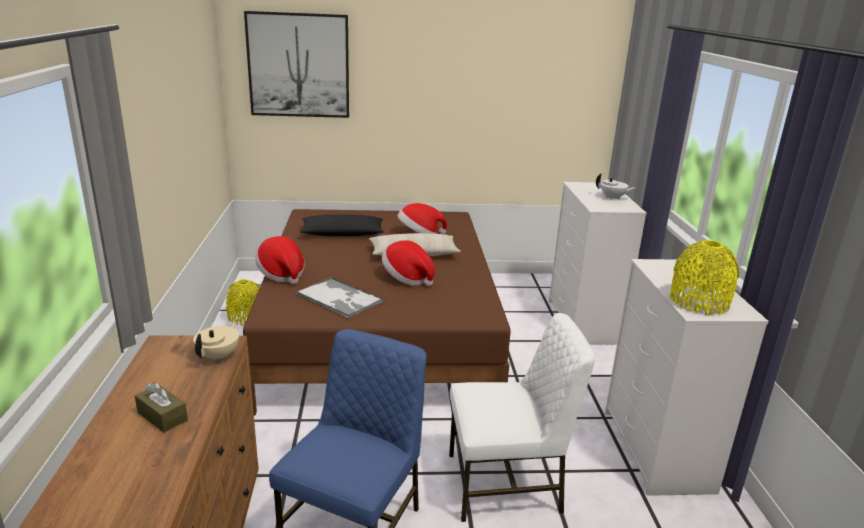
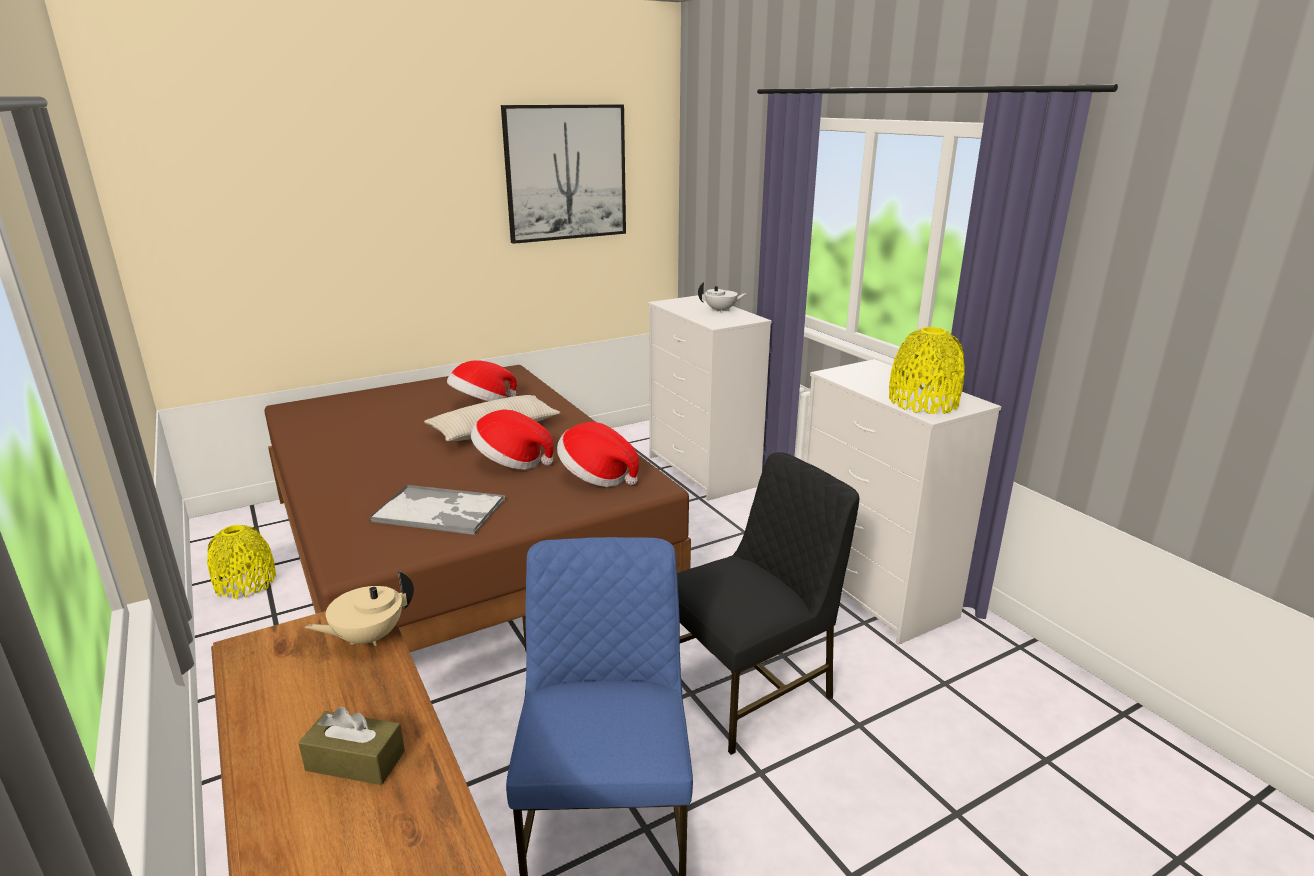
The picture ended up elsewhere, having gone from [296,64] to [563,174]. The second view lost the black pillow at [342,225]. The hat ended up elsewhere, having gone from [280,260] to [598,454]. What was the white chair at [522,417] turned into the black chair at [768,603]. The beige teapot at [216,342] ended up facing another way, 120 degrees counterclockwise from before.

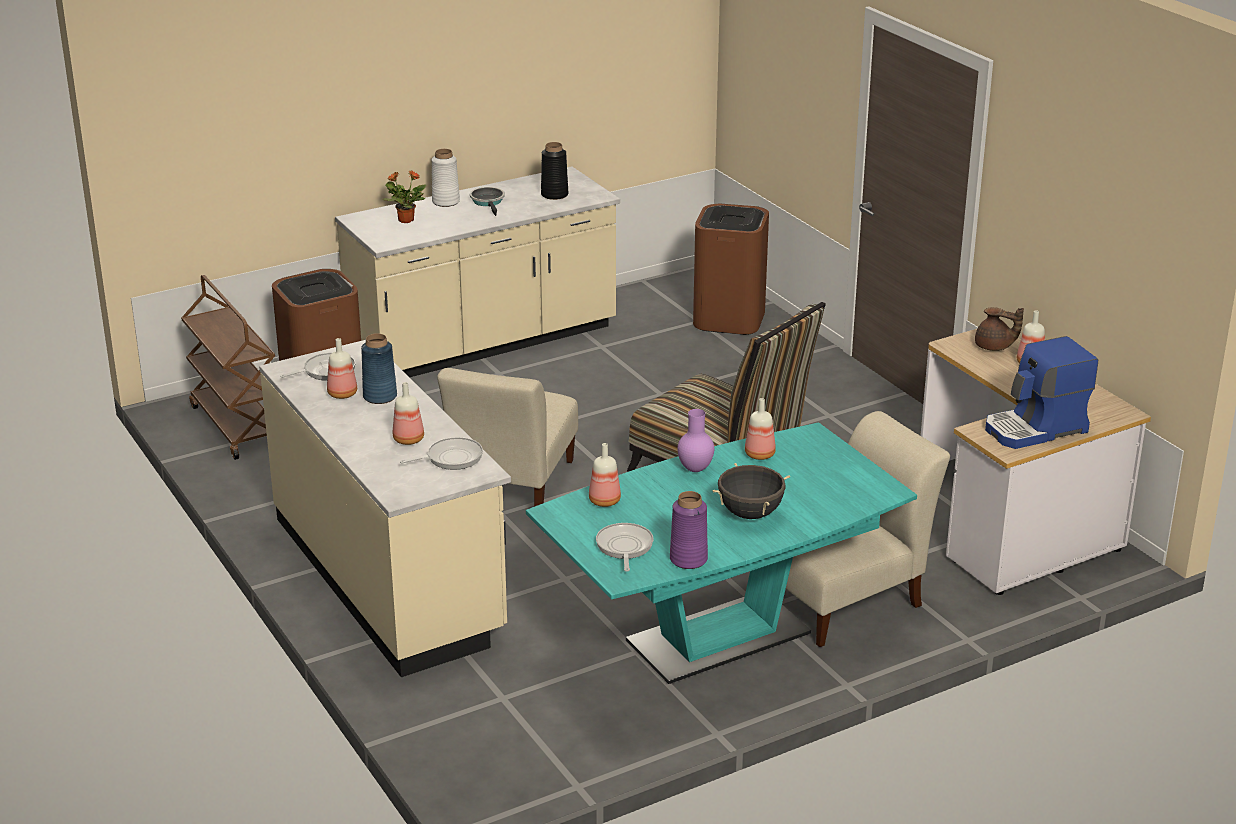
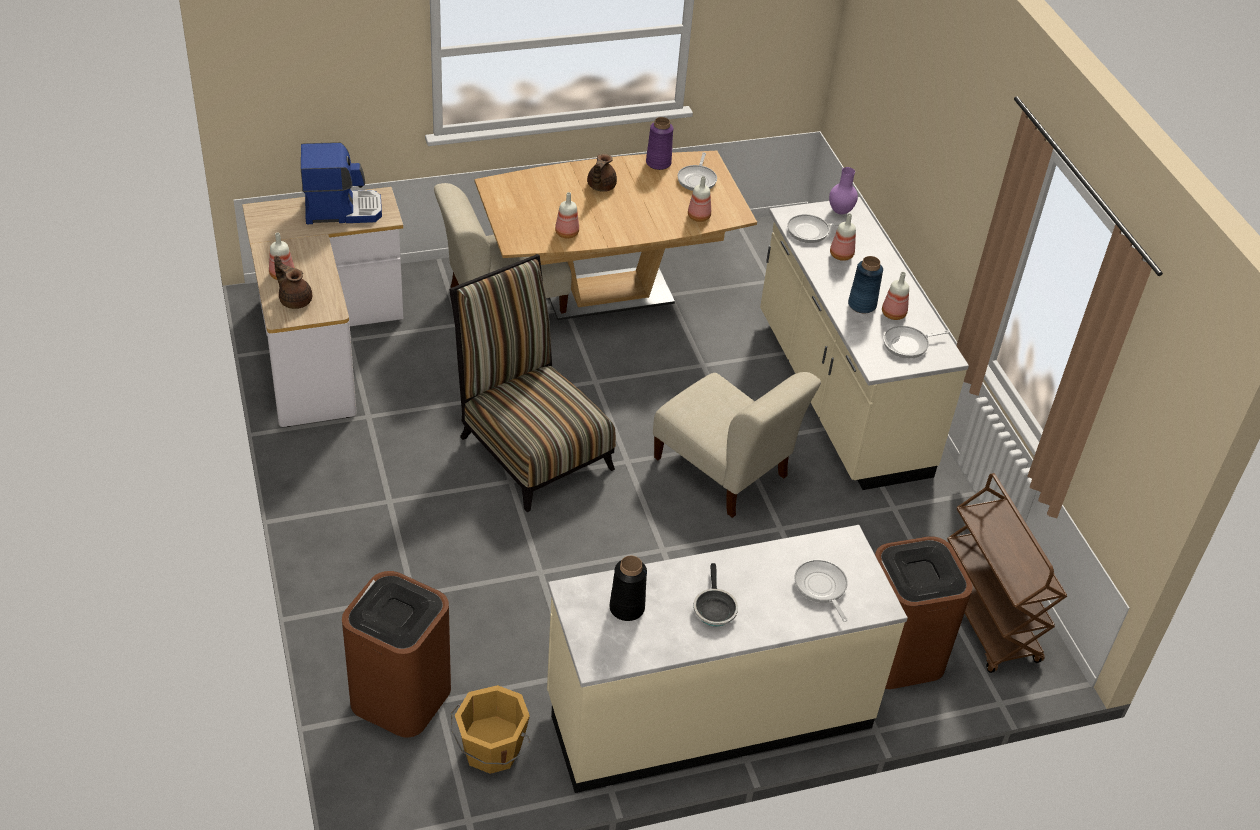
The second view lost the white vase at [446,178]. Where the potted plant stood at [404,197], the frying pan came to stand at [821,590]. The beige chair at [507,437] ended up facing another way, 105 degrees clockwise from before. The purple vase ended up elsewhere, having gone from [696,440] to [843,190]. What was the turquoise dining table at [721,553] turned into the brown dining table at [616,235]. Where the black cooking pot stood at [751,491], the brown teapot came to stand at [602,173]. The second view gained the orange bucket at [490,729].

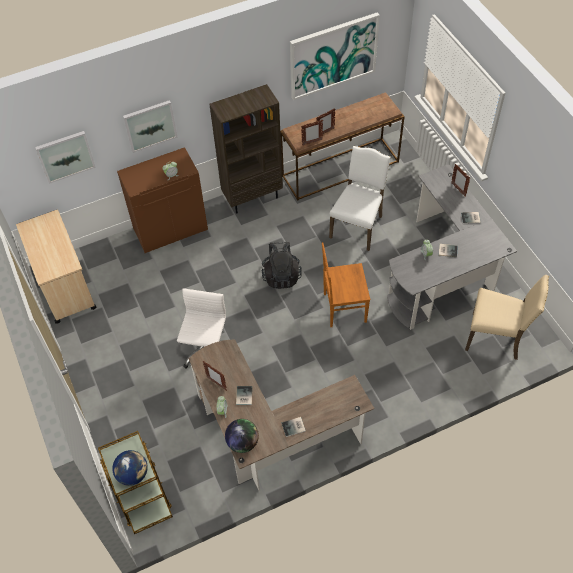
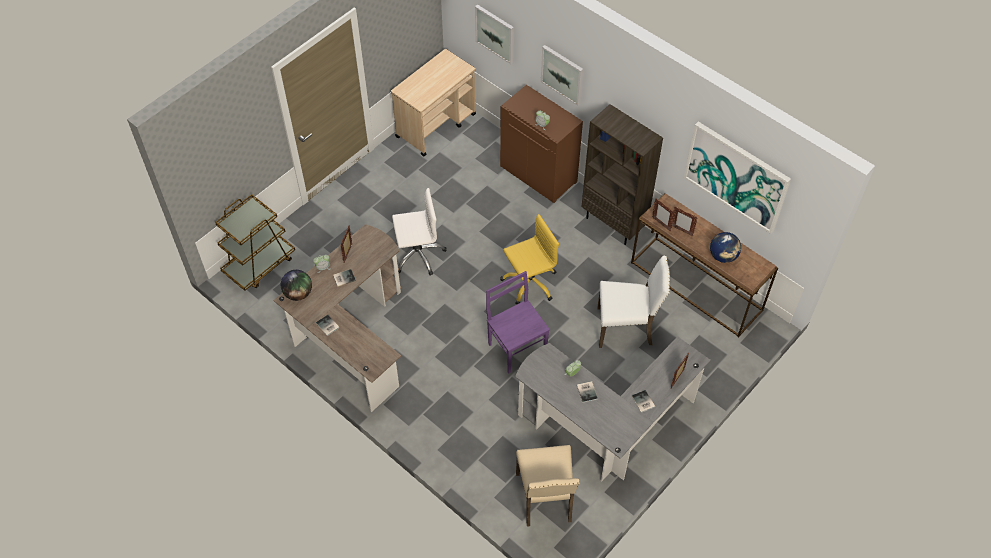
Where the black backpack stood at [282,265], the yellow office chair came to stand at [529,259]. What was the brown chair at [346,284] turned into the purple chair at [518,322]. The globe ended up elsewhere, having gone from [130,468] to [725,247].

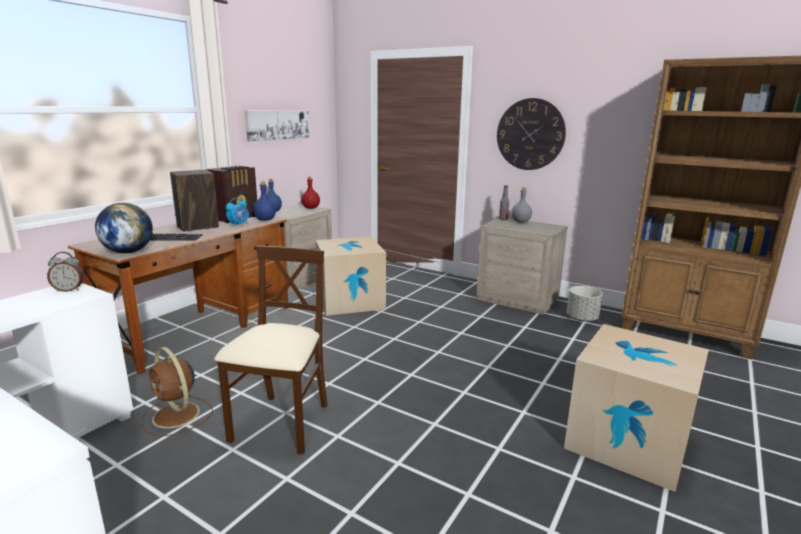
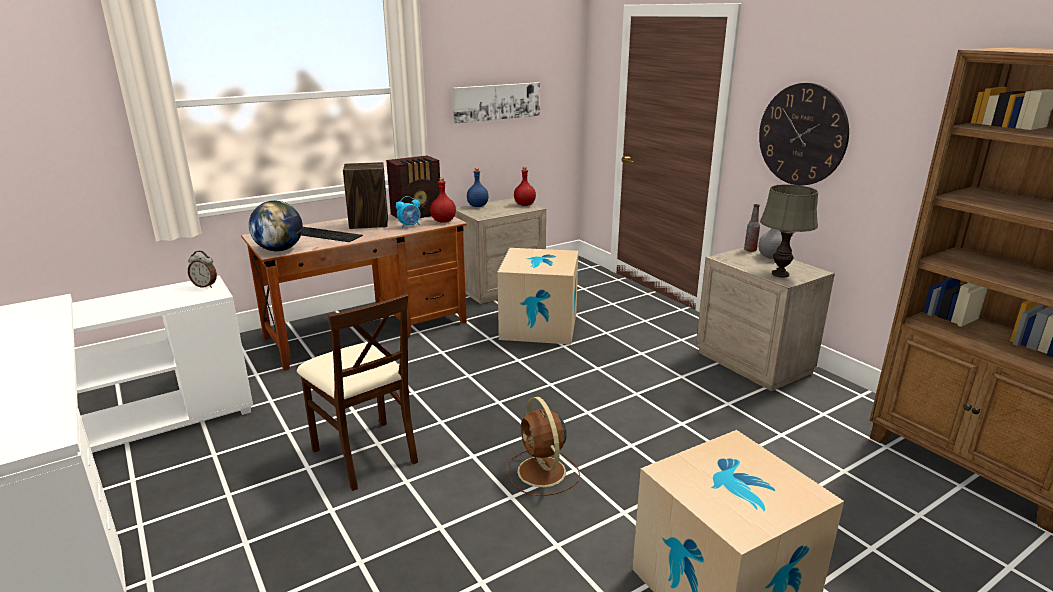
What was the blue bottle at [264,201] turned into the red bottle at [443,200]. The beige chair at [270,350] ended up facing another way, 105 degrees clockwise from before. The second view lost the grey planter at [585,304]. The brown fan ended up elsewhere, having gone from [177,391] to [543,446]. The second view gained the grey table lamp at [789,230].

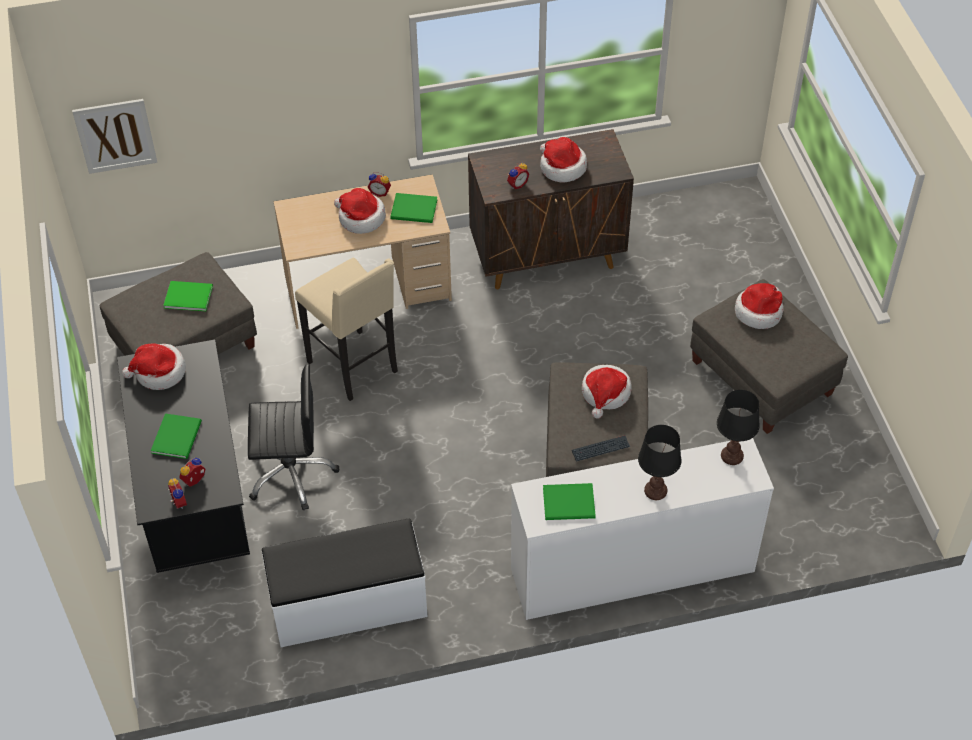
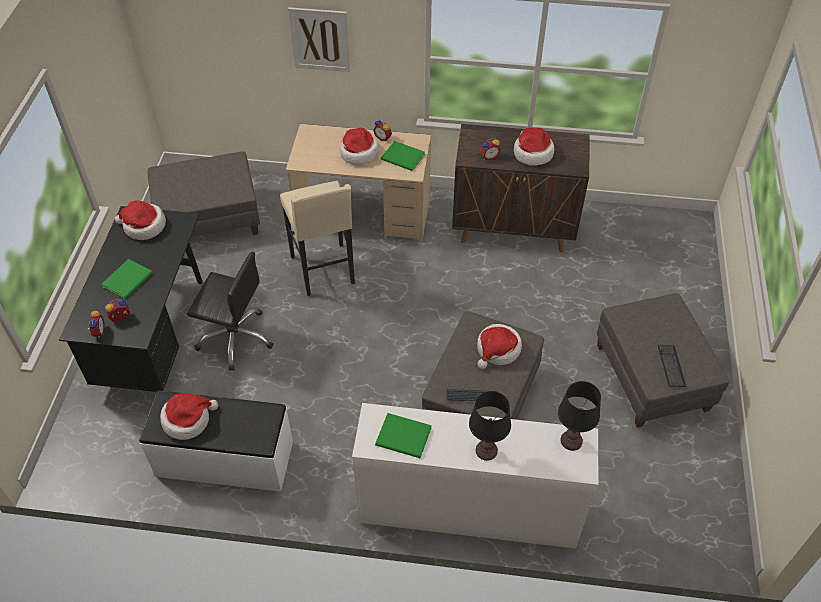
The picture ended up elsewhere, having gone from [114,136] to [319,39]. The second view lost the green book at [188,296]. The hat ended up elsewhere, having gone from [759,306] to [189,416]. The second view gained the keyboard at [672,366].

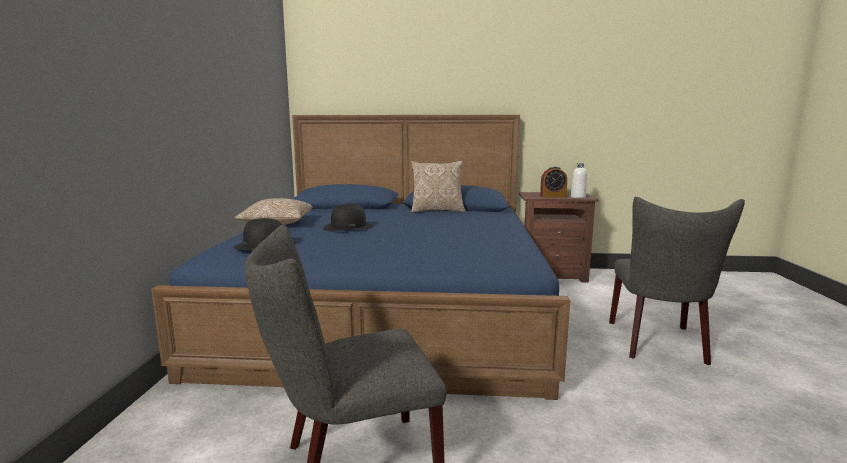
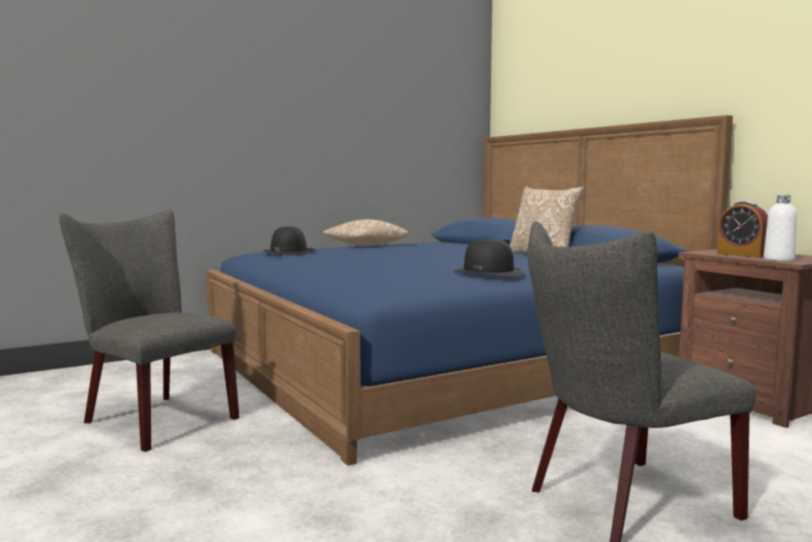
The black hat ended up elsewhere, having gone from [348,217] to [489,257].

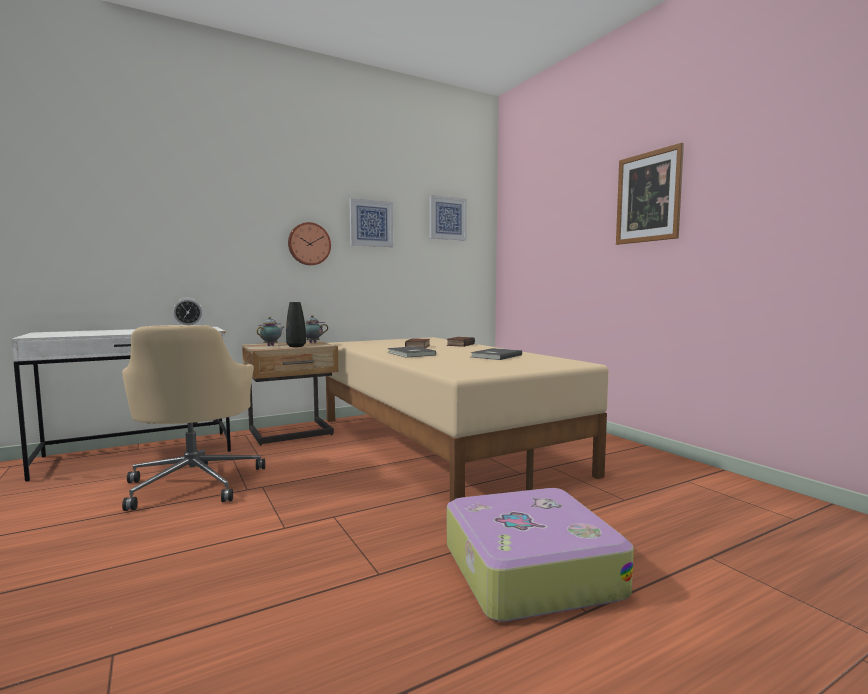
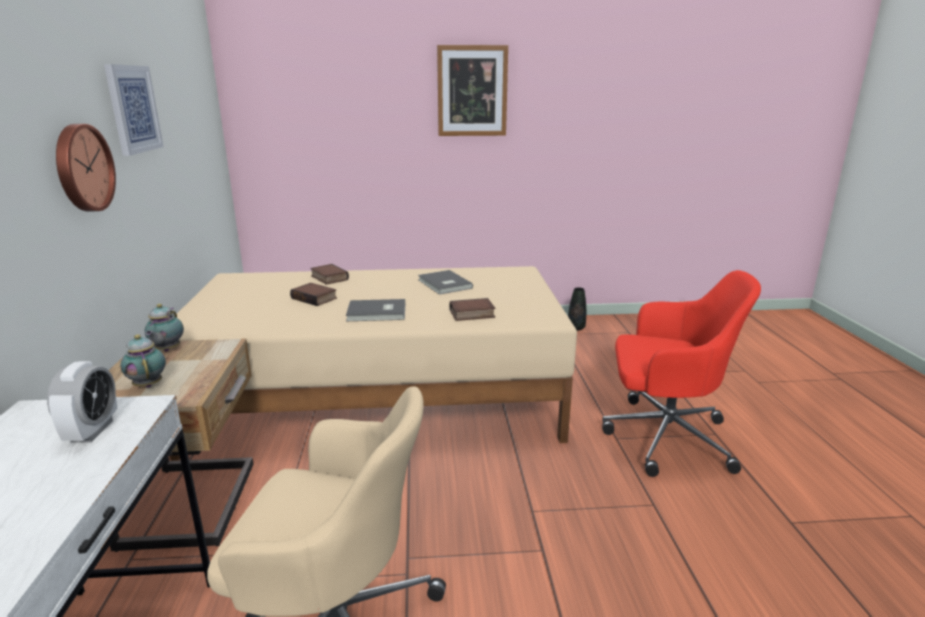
The second view lost the picture at [448,218]. The black vase ended up elsewhere, having gone from [296,324] to [577,309]. Where the suitcase stood at [540,555], the red office chair came to stand at [681,373]. The second view gained the book at [472,309].

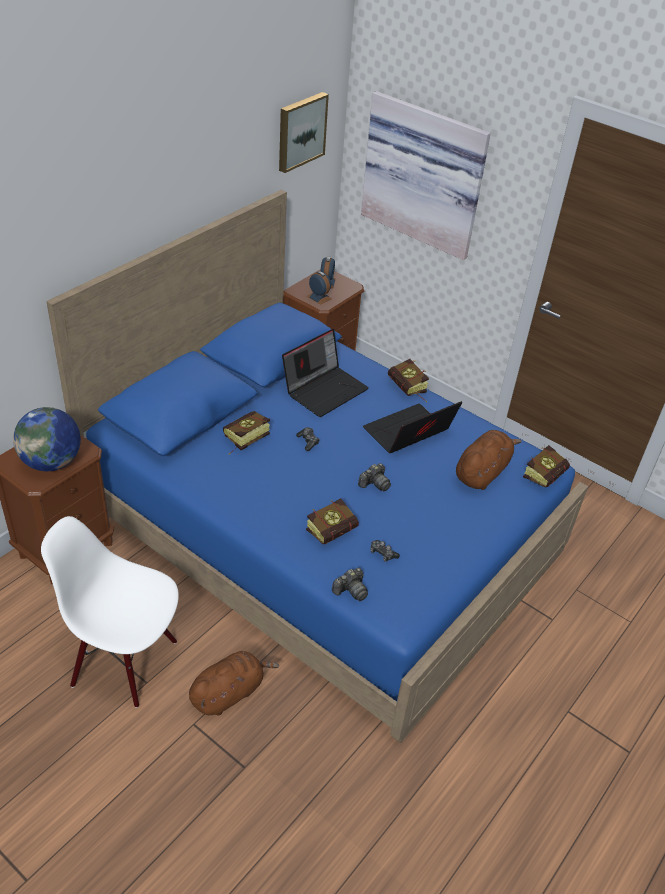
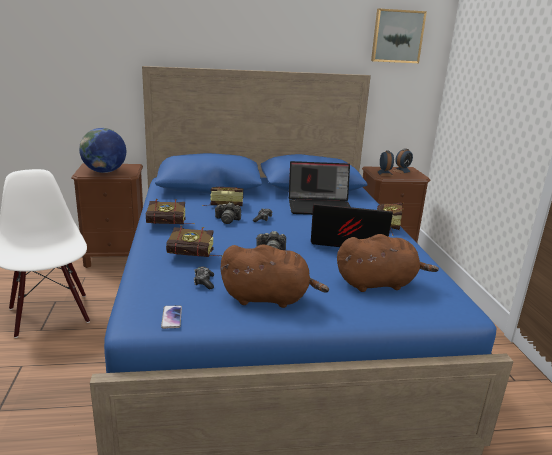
The second view lost the picture at [426,175]. The book ended up elsewhere, having gone from [546,466] to [170,211]. The photo camera ended up elsewhere, having gone from [350,584] to [228,213]. The brown plush toy ended up elsewhere, having gone from [234,683] to [274,276]. The second view gained the phone at [171,317].

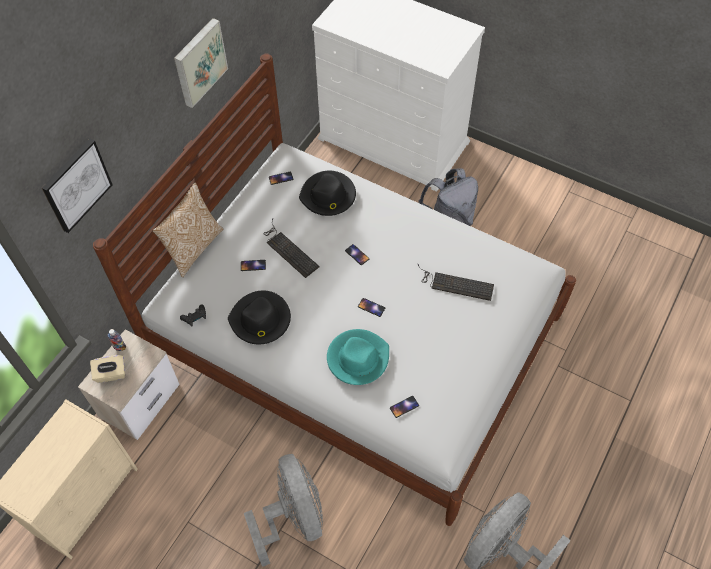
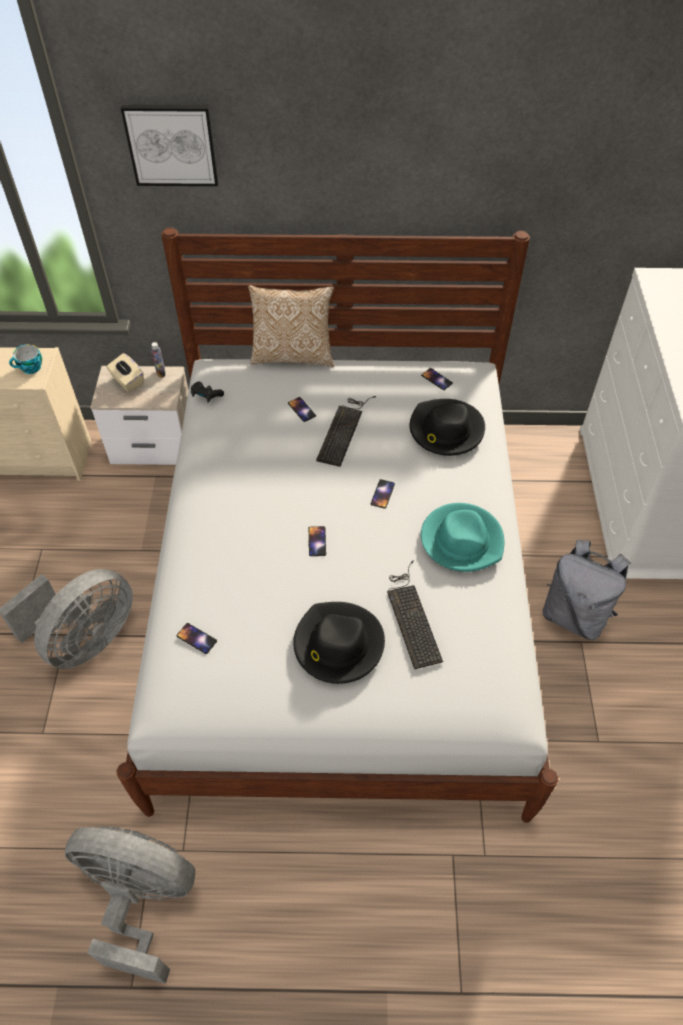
The second view lost the picture at [201,63]. The black hat ended up elsewhere, having gone from [259,318] to [339,643]. The turquoise hat ended up elsewhere, having gone from [358,357] to [462,537]. The second view gained the cup at [25,359].

